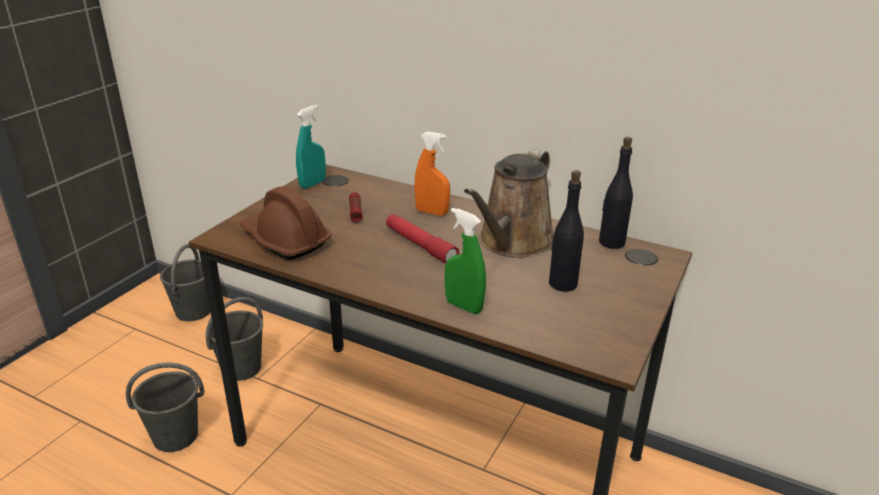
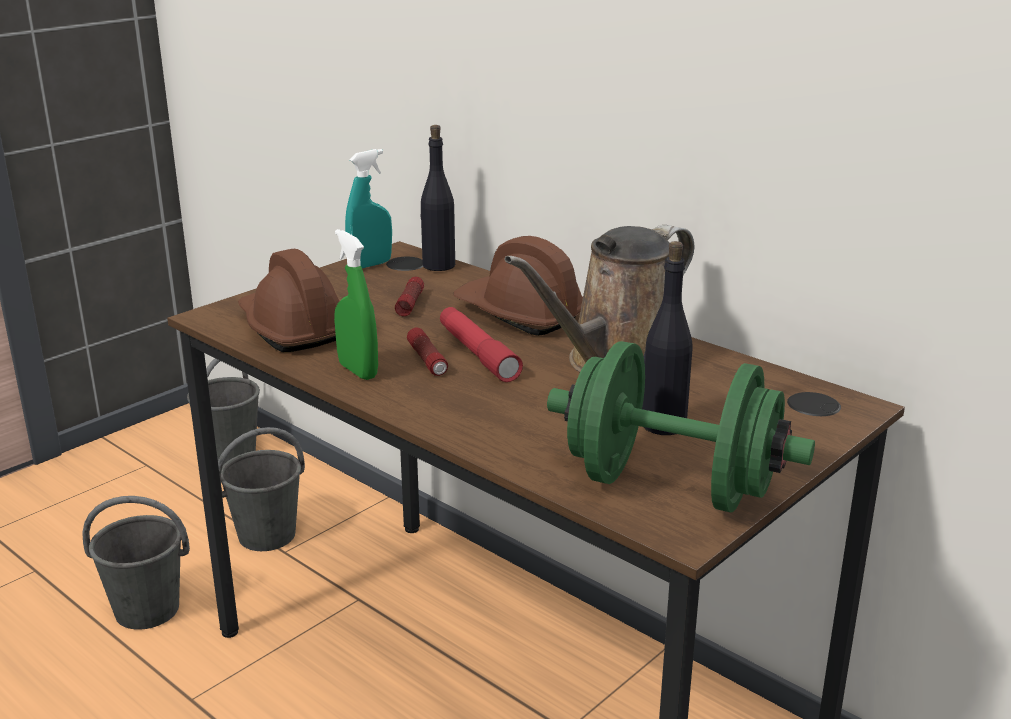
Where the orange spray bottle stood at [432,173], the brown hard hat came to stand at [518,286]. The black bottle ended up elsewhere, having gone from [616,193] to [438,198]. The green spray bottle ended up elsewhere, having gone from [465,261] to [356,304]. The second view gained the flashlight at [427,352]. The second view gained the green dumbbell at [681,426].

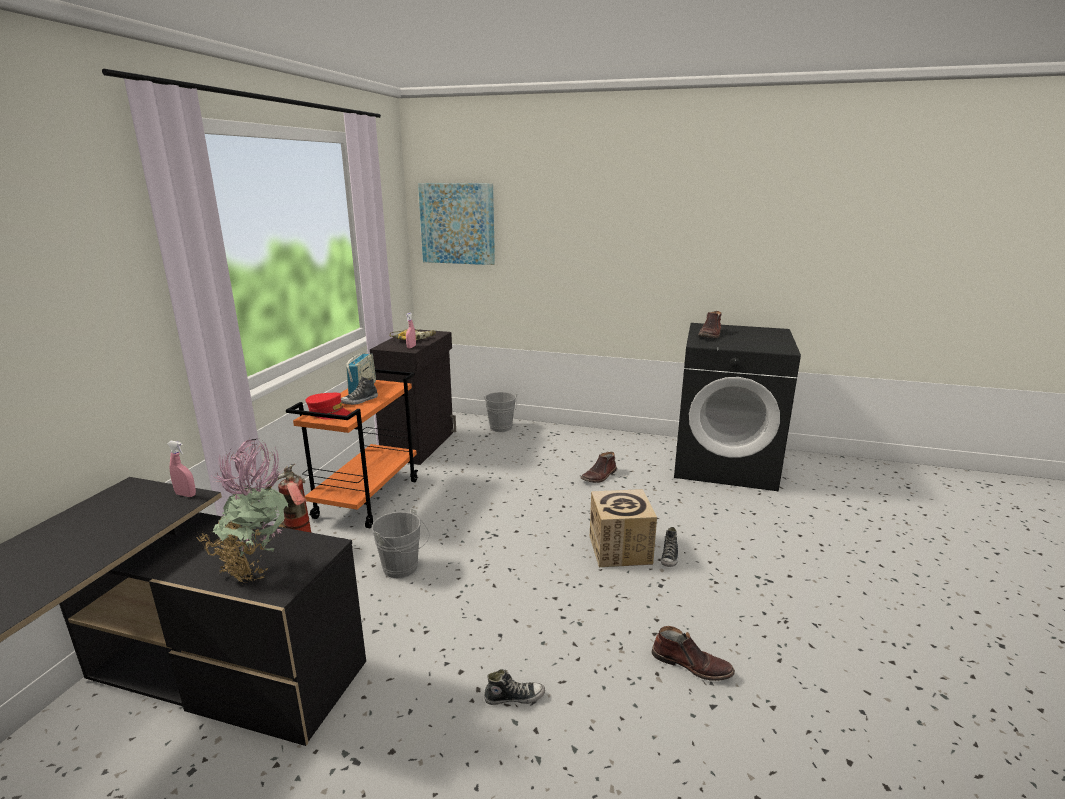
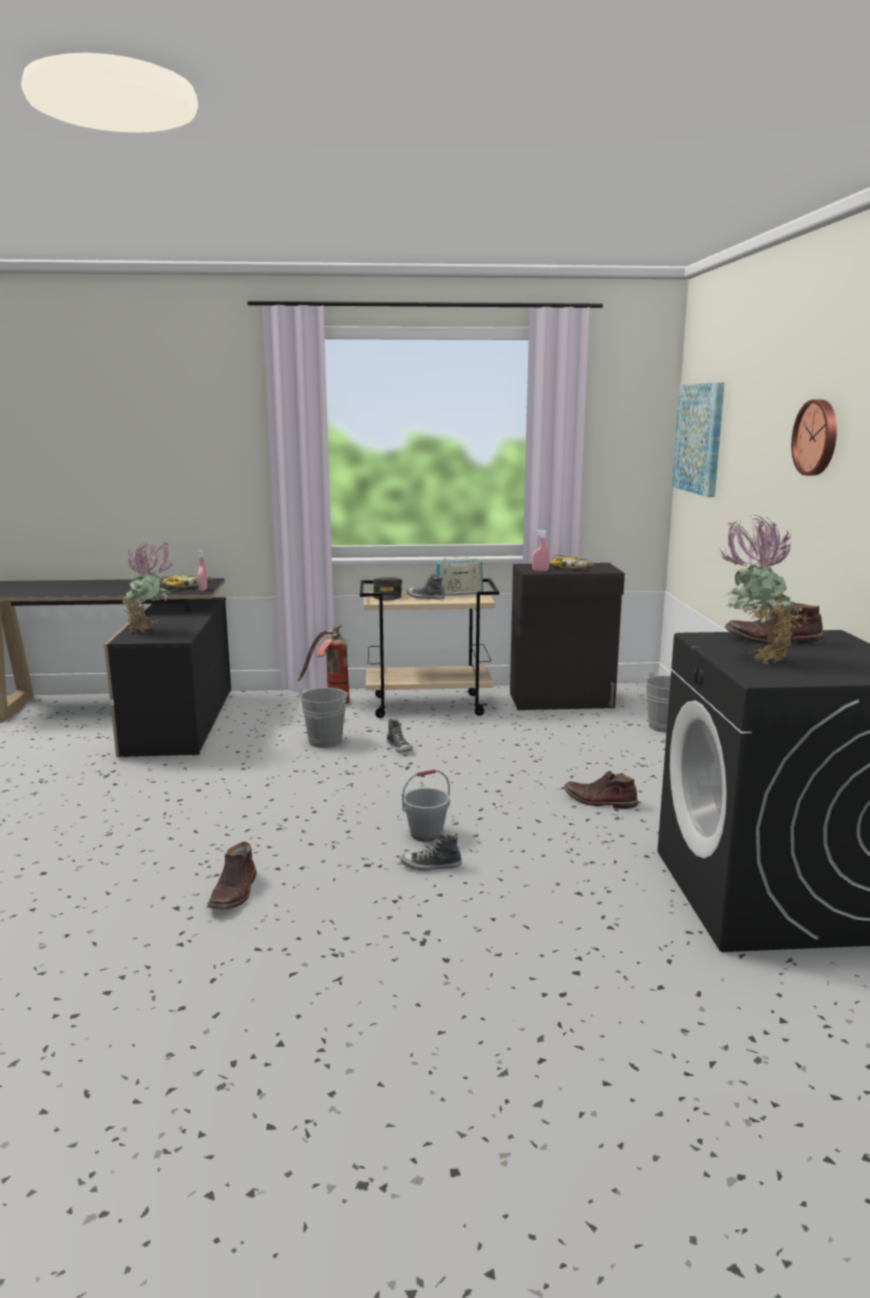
What was the orange cart at [352,448] turned into the beige cart at [429,648]. What was the red cap at [328,406] turned into the grey cap at [387,588]. Where the cardboard box stood at [623,528], the grey bucket came to stand at [426,805]. The shoe ended up elsewhere, having gone from [514,687] to [400,735]. The second view gained the wall clock at [814,437]. The second view gained the potted plant at [762,589]. The second view gained the power drill at [186,581].

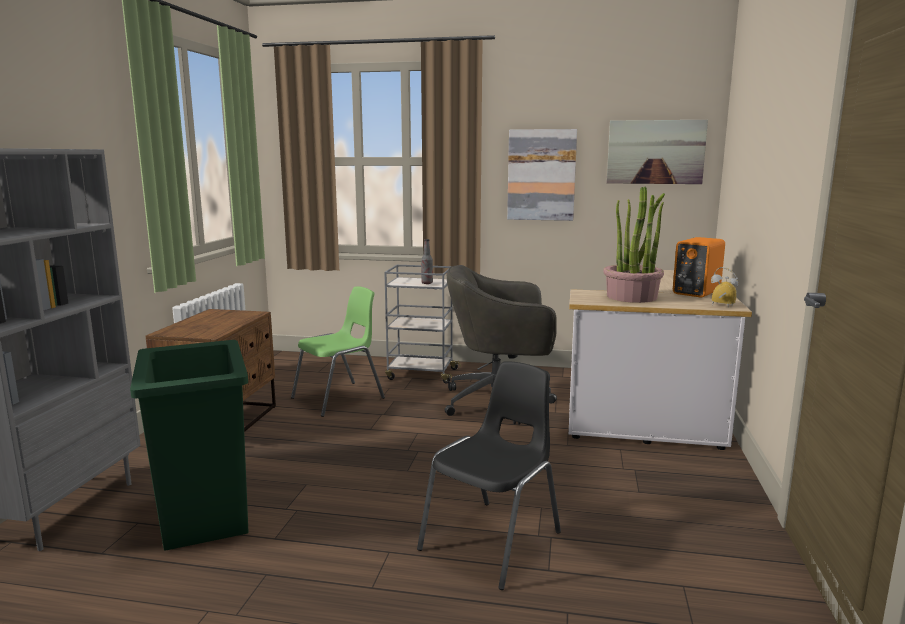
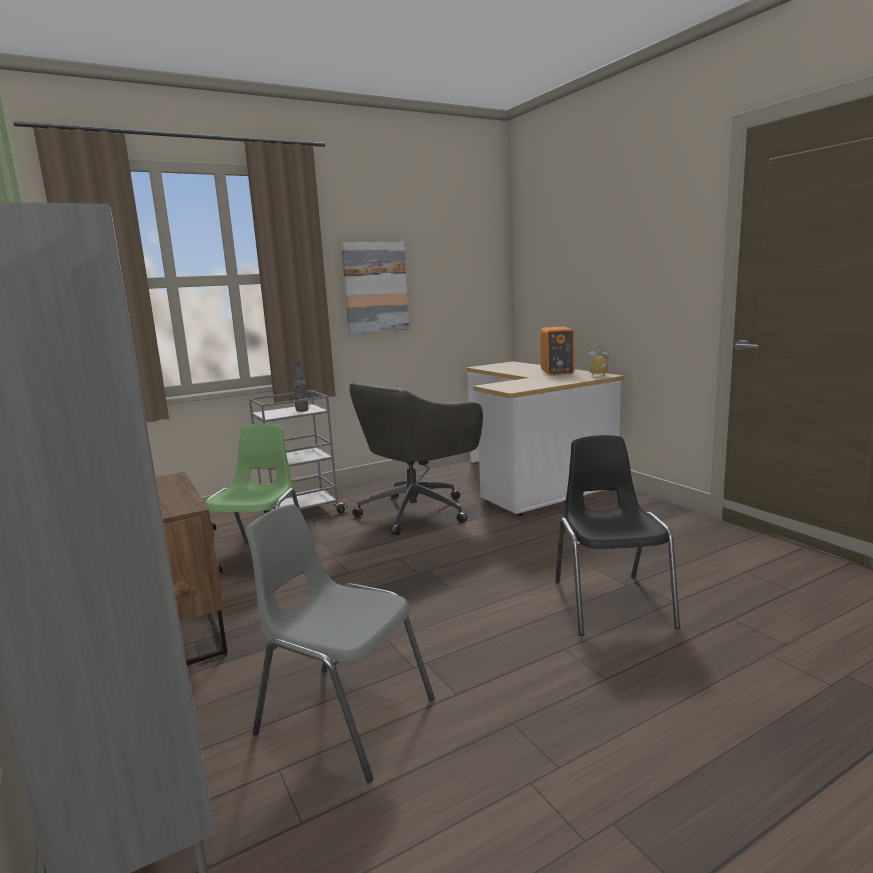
The second view lost the picture at [657,152]. The second view lost the potted plant at [634,245]. Where the green trash can stood at [189,445], the grey chair came to stand at [340,643].

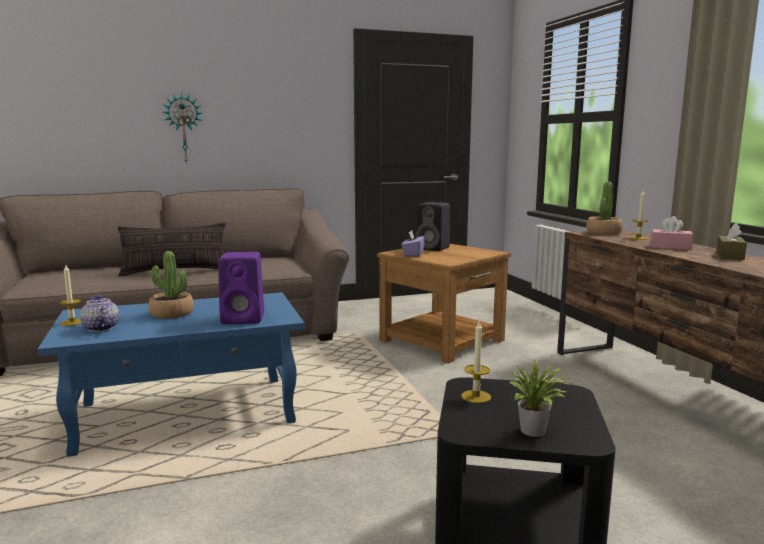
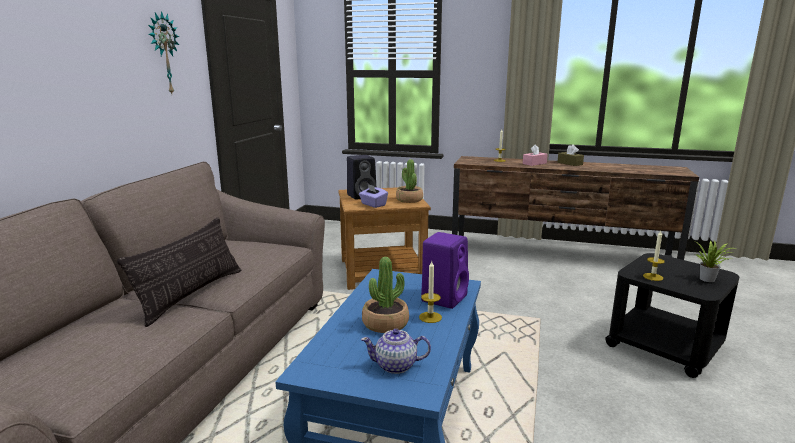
The wall clock ended up elsewhere, having gone from [182,128] to [163,52]. The potted plant ended up elsewhere, having gone from [604,208] to [409,181]. The candle ended up elsewhere, having gone from [70,295] to [430,292].

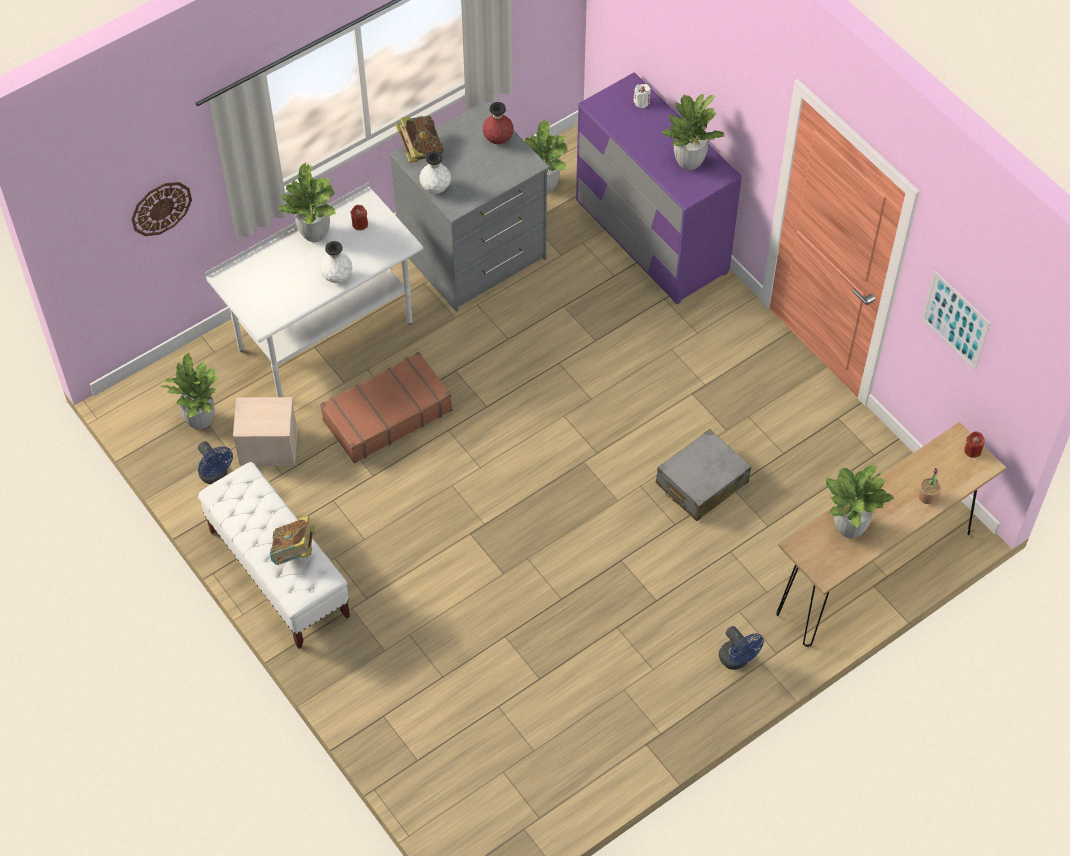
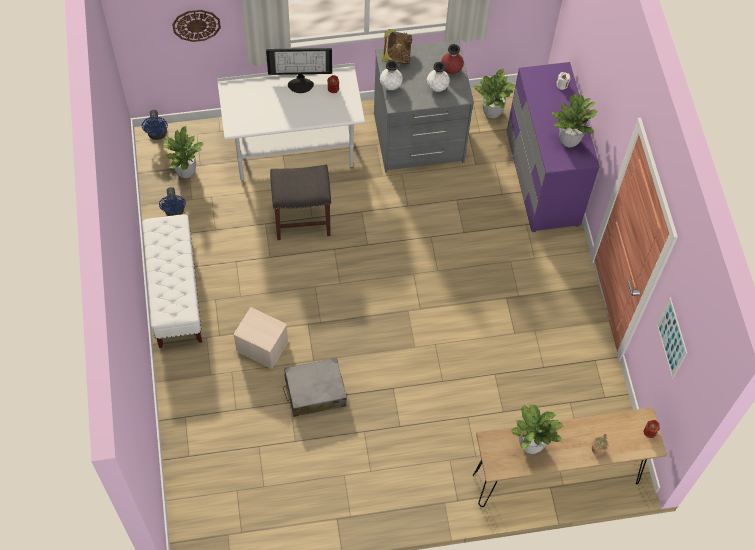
Where the potted plant stood at [306,202], the monitor came to stand at [299,70]. The white vase ended up elsewhere, having gone from [336,262] to [438,77]. Where the brown suitcase stood at [386,407], the grey stool came to stand at [300,202]. The beige storage box ended up elsewhere, having gone from [265,431] to [261,338]. The grey suitcase ended up elsewhere, having gone from [703,475] to [315,387]. The second view lost the book at [292,540]. The blue fan ended up elsewhere, having gone from [741,648] to [155,125].

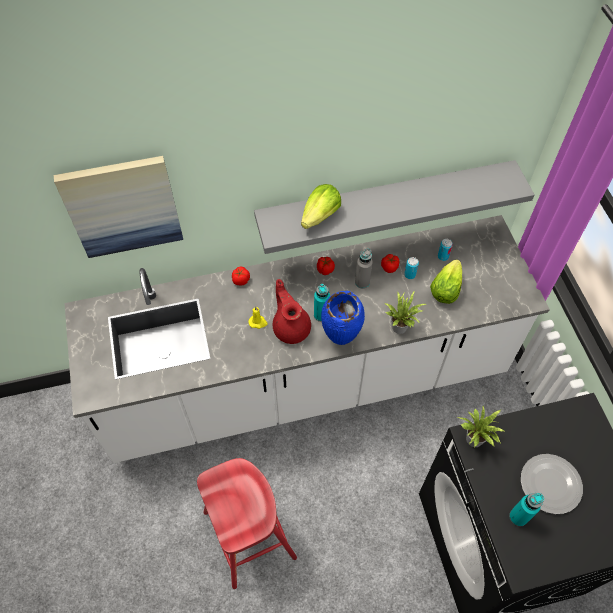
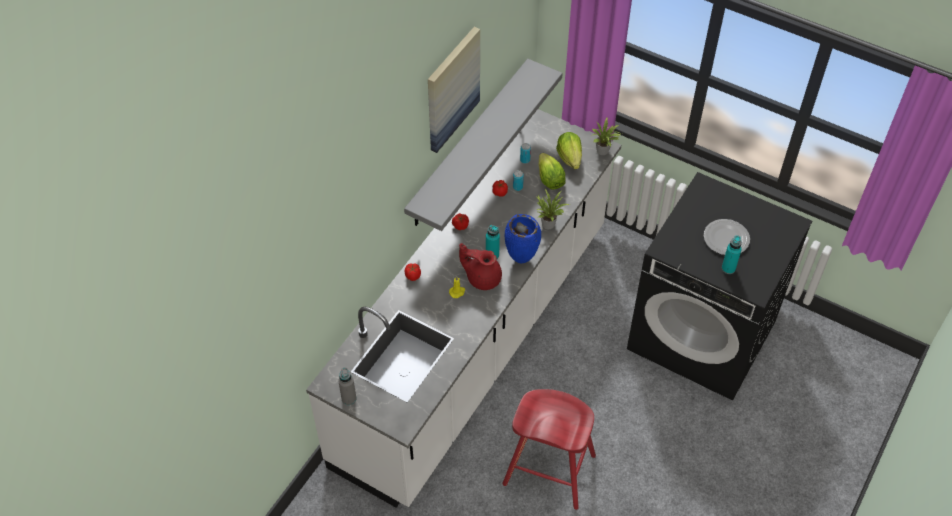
The picture ended up elsewhere, having gone from [118,207] to [454,90]. The lettuce ended up elsewhere, having gone from [321,206] to [569,150]. The grey bottle ended up elsewhere, having gone from [364,268] to [347,386]. The potted plant ended up elsewhere, having gone from [480,426] to [606,136].

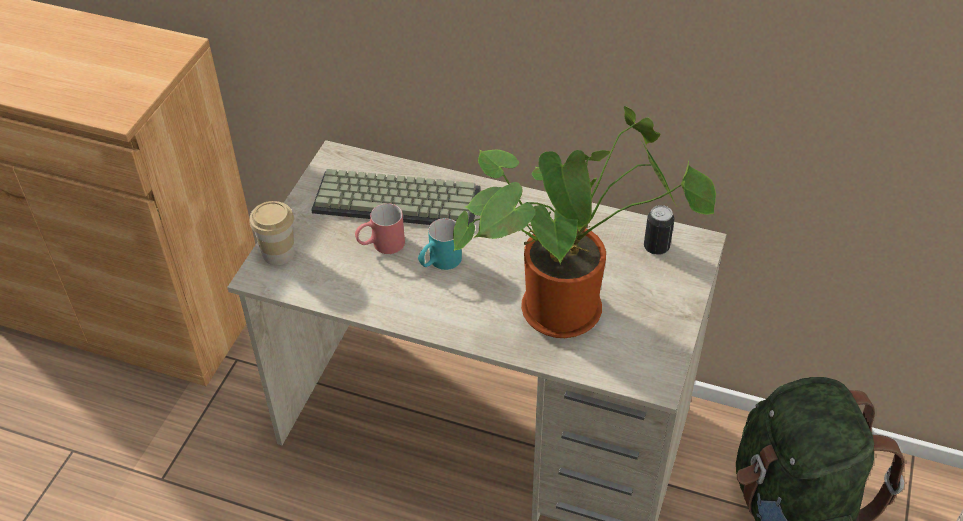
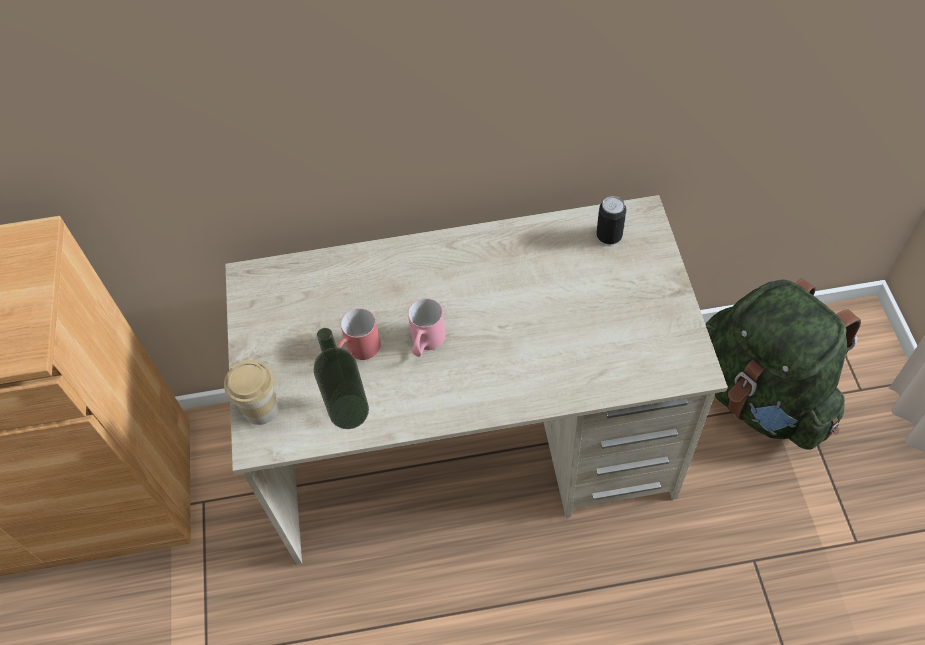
The second view lost the potted plant at [584,222]. The second view lost the keyboard at [396,197]. What was the turquoise mug at [440,244] turned into the pink mug at [426,327]. The second view gained the bottle at [341,378].

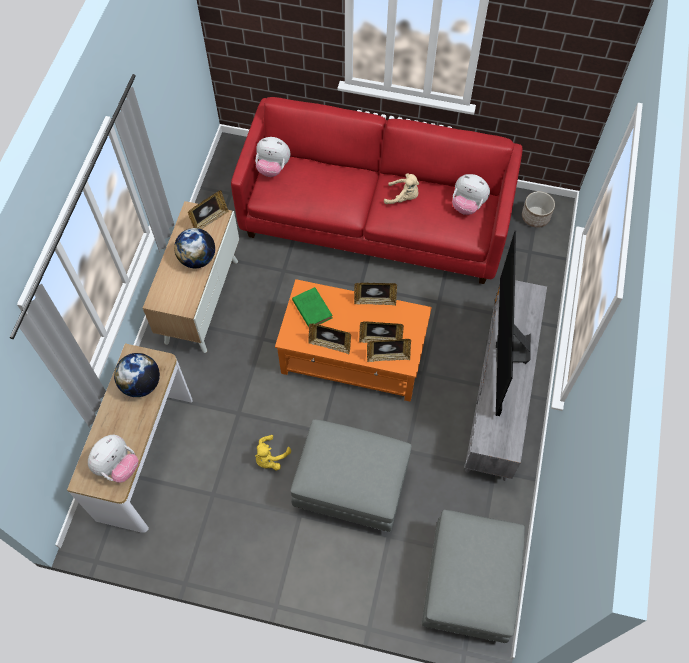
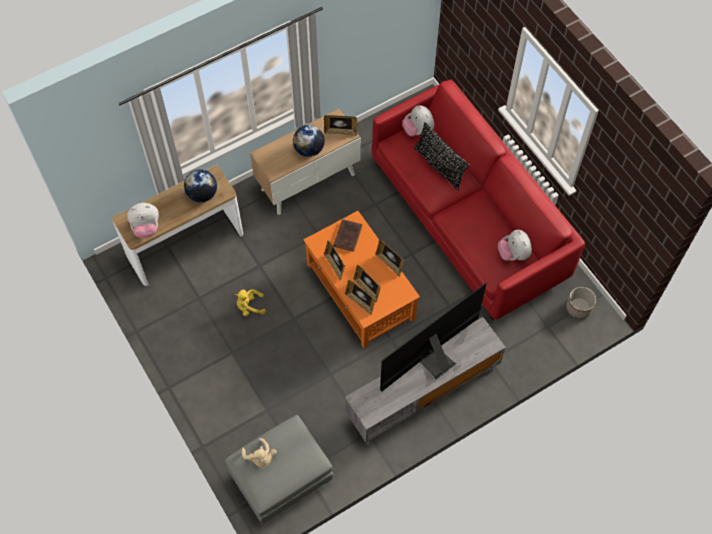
The beige plush toy ended up elsewhere, having gone from [401,189] to [259,453]. What was the green book at [312,307] turned into the brown book at [347,235]. The second view lost the grey ottoman at [351,475]. The second view gained the black pillow at [442,156].

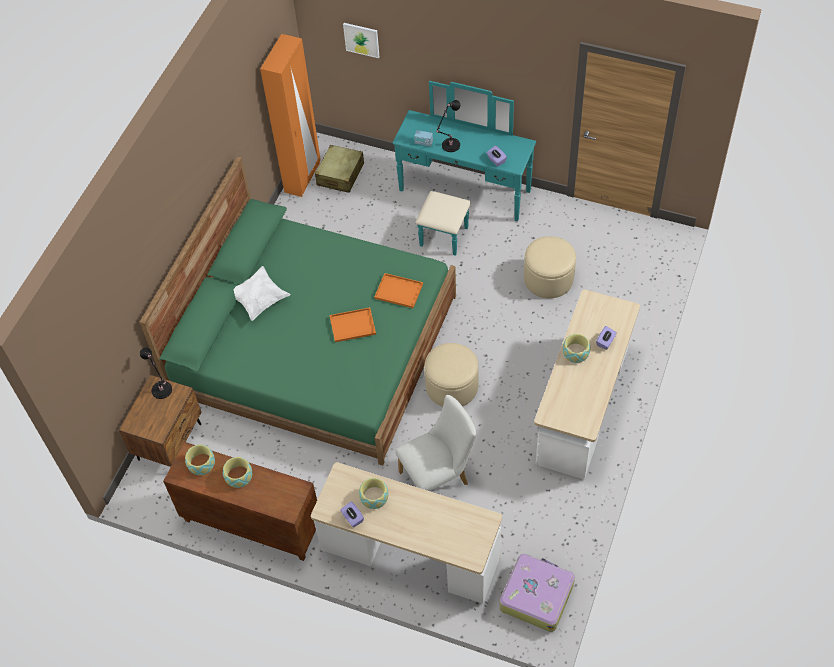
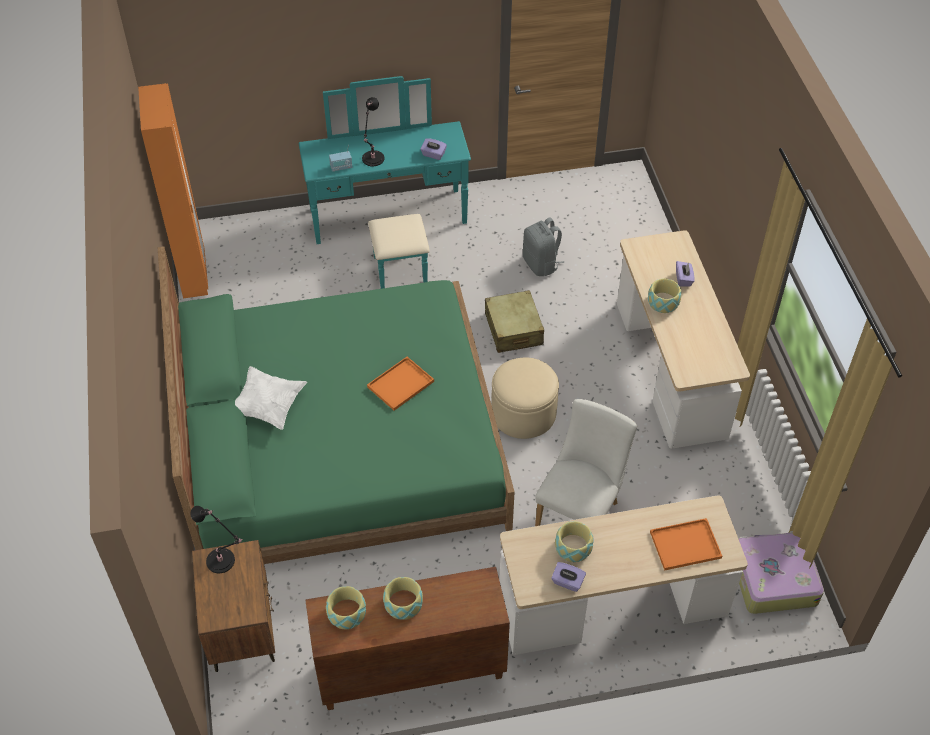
The second view lost the picture at [361,40]. The beige suitcase ended up elsewhere, having gone from [339,169] to [514,321]. Where the beige ottoman stood at [550,267], the grey backpack came to stand at [543,246]. The orange tray ended up elsewhere, having gone from [398,290] to [686,544].

